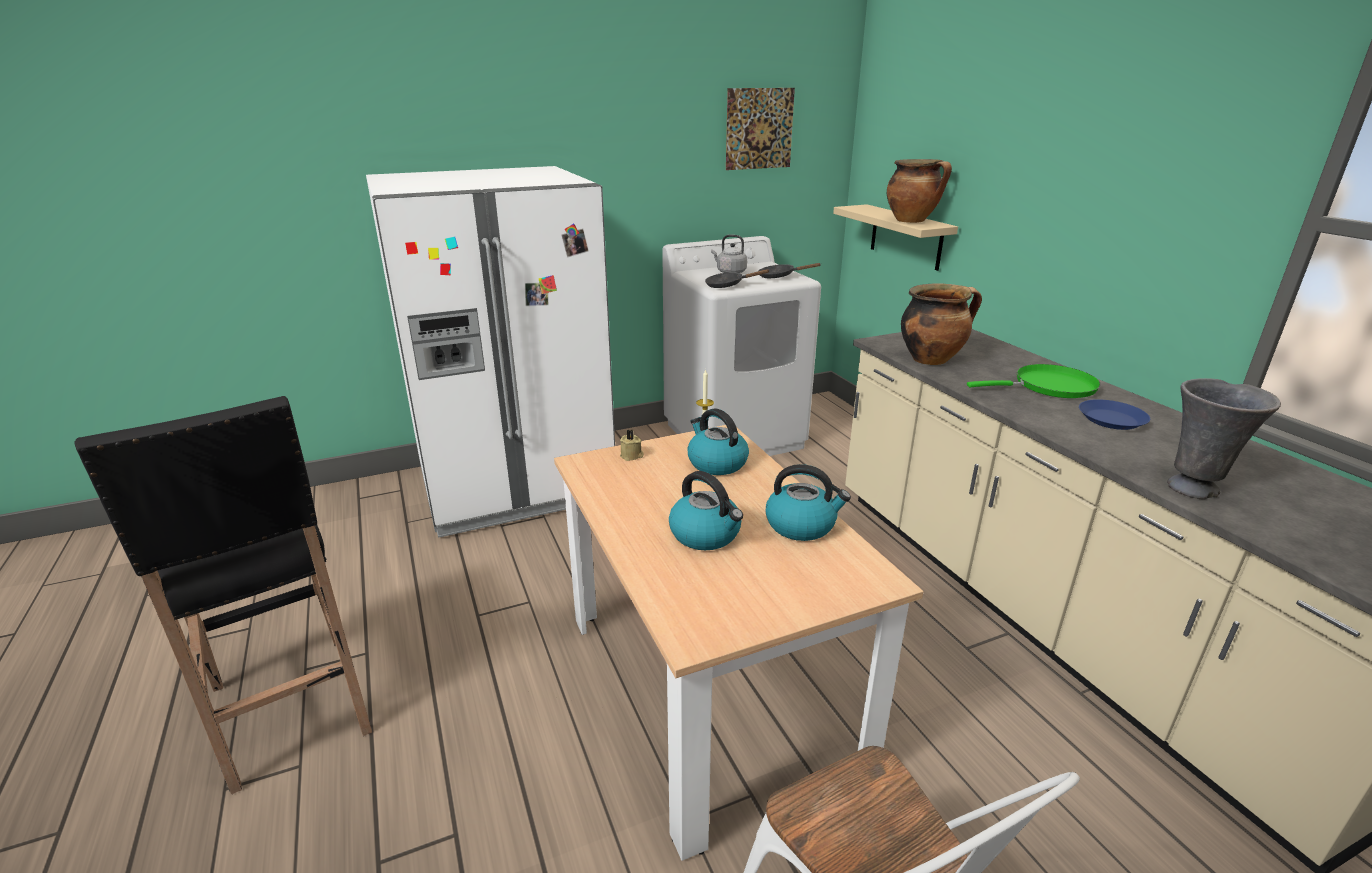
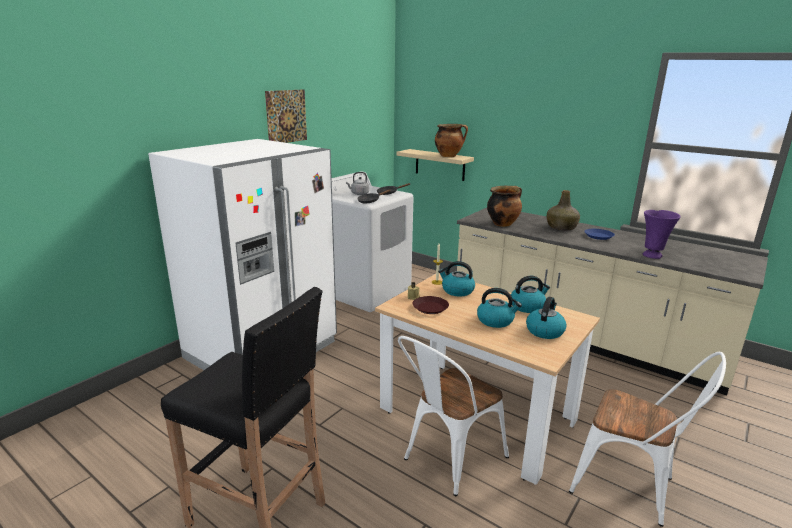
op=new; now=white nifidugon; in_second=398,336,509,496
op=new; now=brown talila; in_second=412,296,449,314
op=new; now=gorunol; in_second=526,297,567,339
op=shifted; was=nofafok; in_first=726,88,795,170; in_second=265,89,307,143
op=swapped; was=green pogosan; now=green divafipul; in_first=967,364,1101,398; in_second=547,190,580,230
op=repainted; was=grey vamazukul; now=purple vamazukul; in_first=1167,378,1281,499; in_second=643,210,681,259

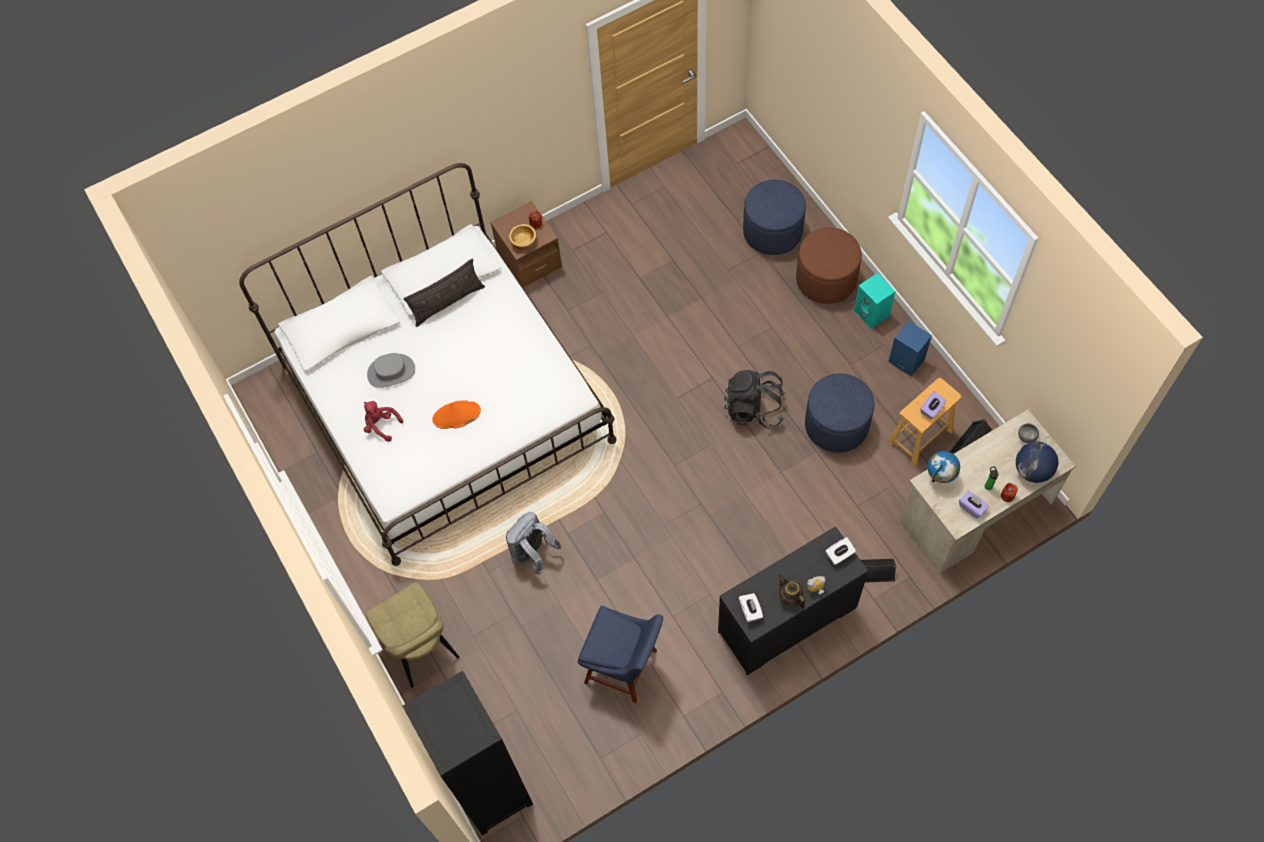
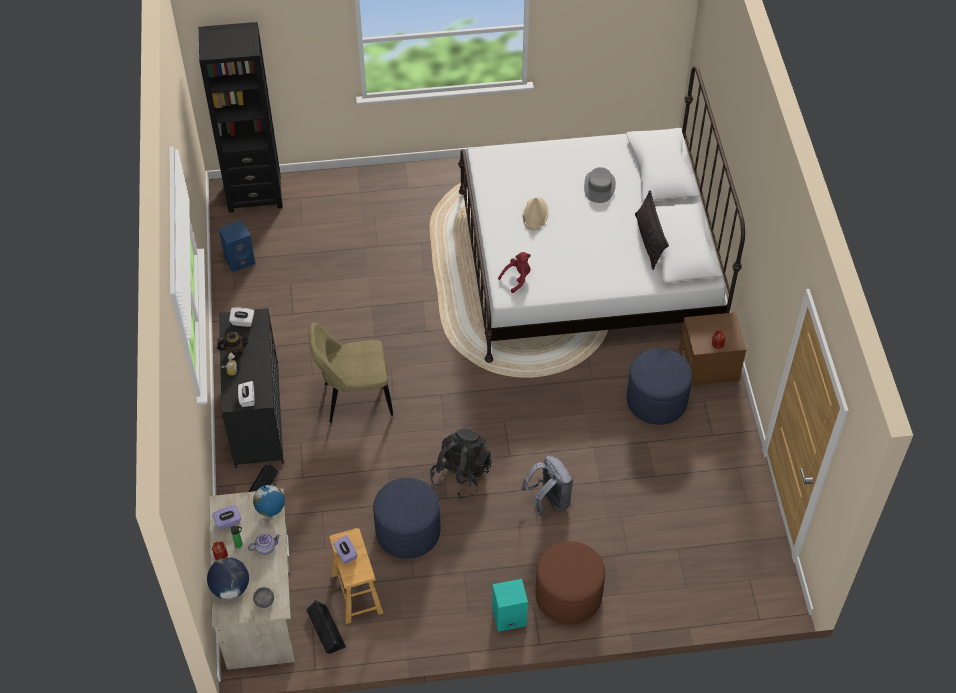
op=gone; was=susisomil; in_first=509,224,536,250
op=gone; was=blue nifidugon; in_first=577,606,663,703
op=new; now=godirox; in_second=248,534,281,555
op=shifted; was=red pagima; in_first=364,401,403,442; in_second=498,252,531,293
op=shifted; was=beige nifidugon; in_first=366,582,459,688; in_second=309,323,393,423
op=shifted; was=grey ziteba; in_first=506,512,562,575; in_second=521,455,573,516
op=shifted; was=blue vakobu; in_first=743,180,806,255; in_second=627,348,693,425
op=shifted; was=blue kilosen; in_first=888,321,932,376; in_second=219,220,256,273
op=repainted; was=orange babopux; now=beige babopux; in_first=432,400,481,429; in_second=522,197,548,230

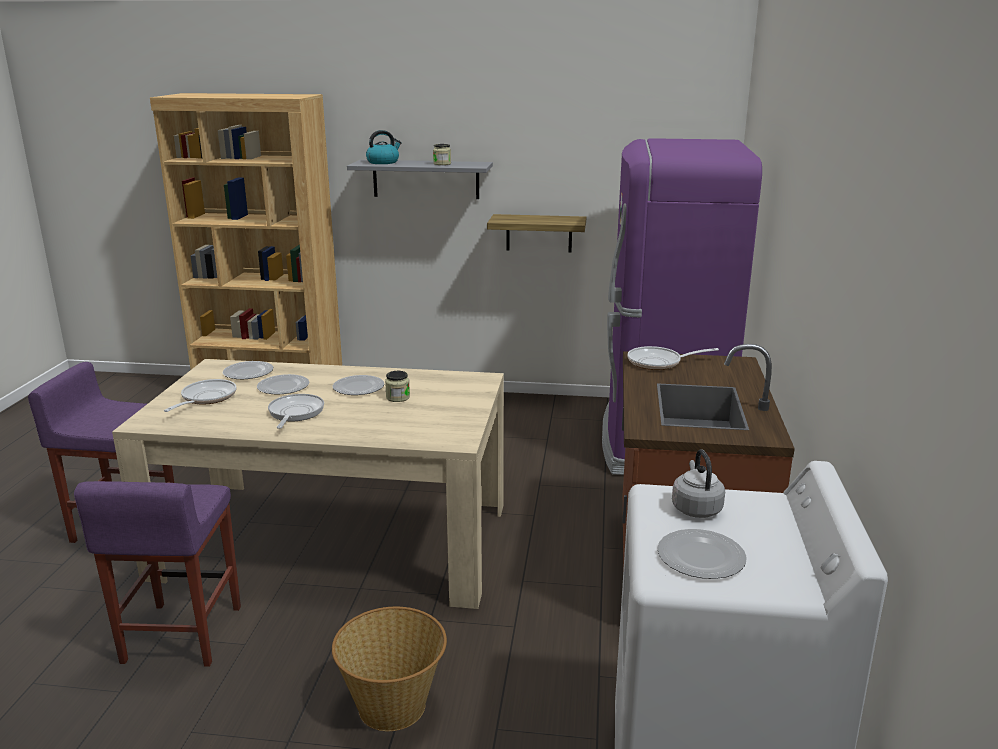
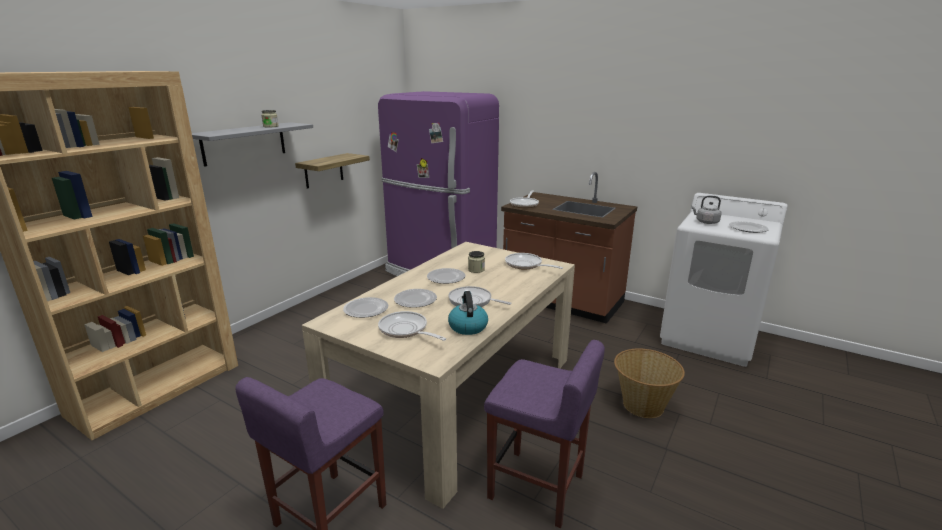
op=new; now=pogosan; in_second=505,253,563,269
op=shifted; was=gorunol; in_first=366,130,402,164; in_second=448,291,488,335

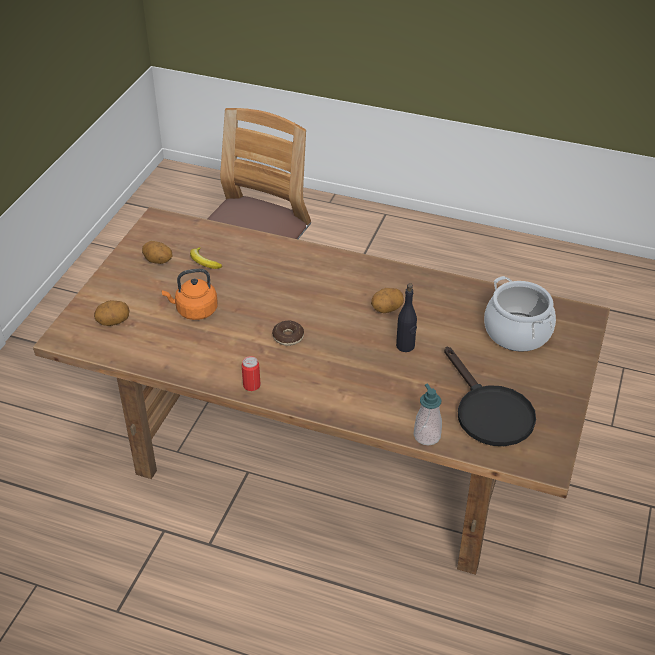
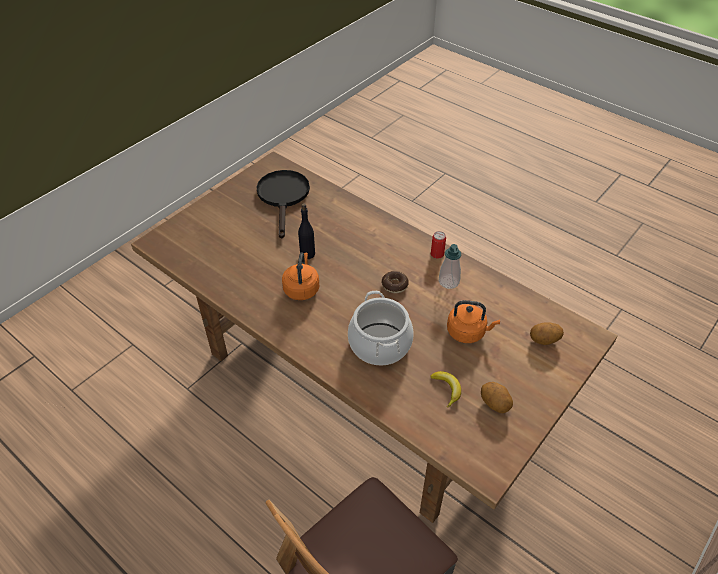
op=shifted; was=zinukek; in_first=414,384,442,445; in_second=439,244,461,289
op=shifted; was=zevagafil; in_first=484,276,556,352; in_second=348,291,414,366
op=swapped; was=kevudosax; now=orange gorunol; in_first=371,288,404,313; in_second=282,252,320,300

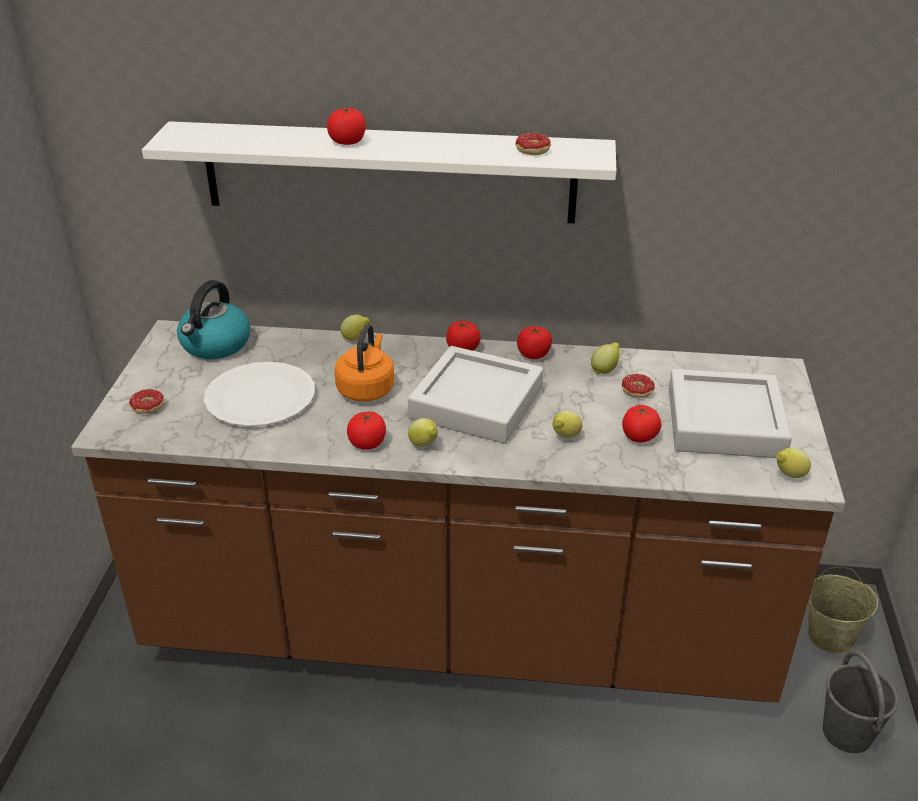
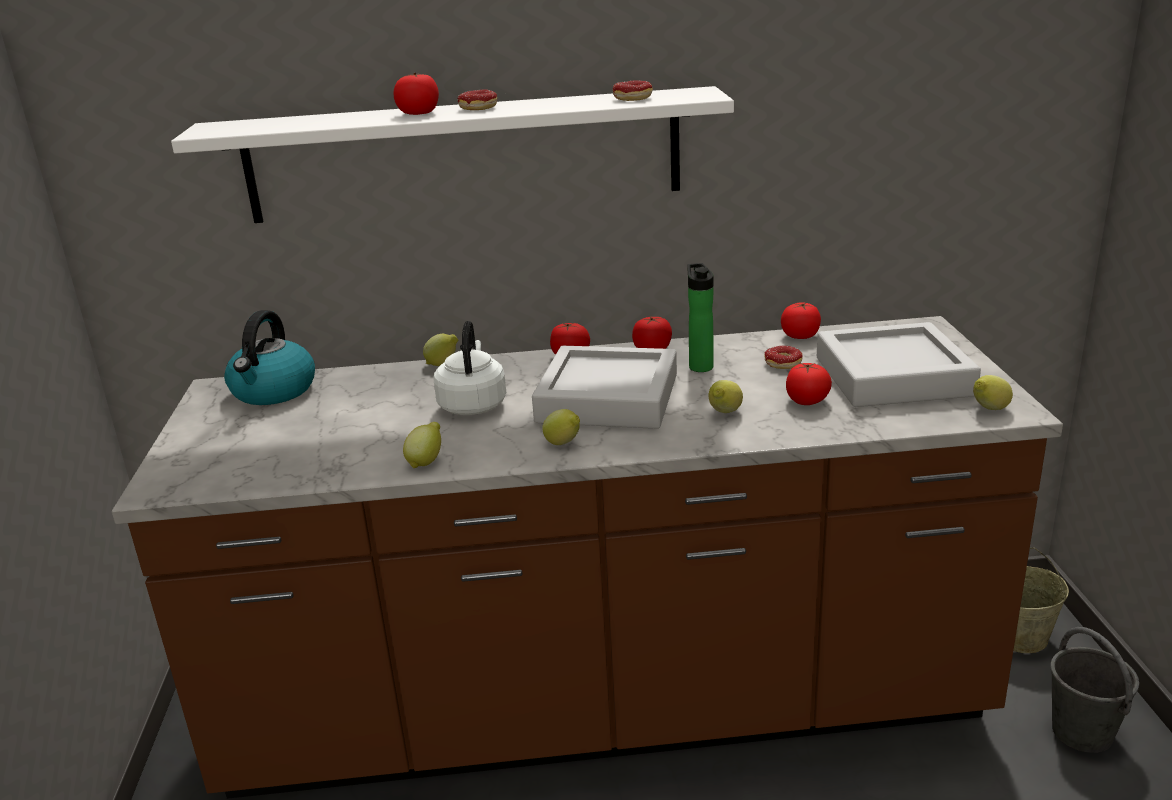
op=gone; was=white talila; in_first=204,362,315,427
op=new; now=divafipul; in_second=687,263,714,372
op=shifted; was=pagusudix; in_first=129,389,164,414; in_second=457,89,497,110
op=shifted; was=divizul; in_first=347,411,386,450; in_second=781,302,821,339
op=shifted; was=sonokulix; in_first=591,343,620,375; in_second=403,422,441,468
op=repainted; was=orange gorunol; now=white gorunol; in_first=334,324,394,402; in_second=433,321,506,415

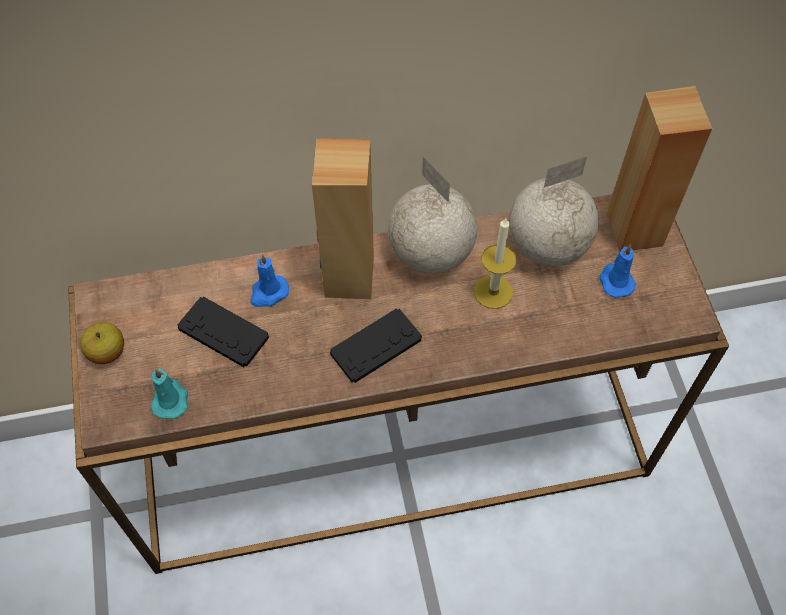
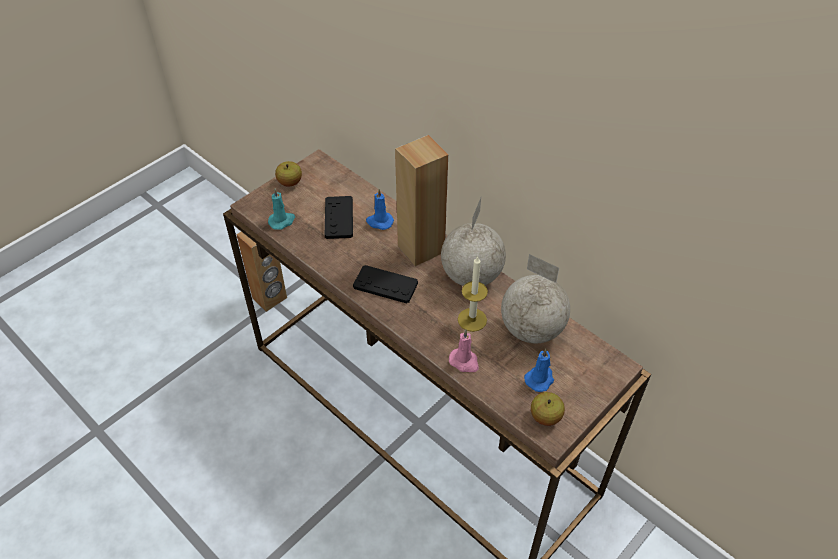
op=new; now=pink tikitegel; in_second=449,330,479,372
op=new; now=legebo; in_second=531,392,565,426
op=shifted; was=brown kilosen; in_first=607,86,712,252; in_second=236,232,287,312

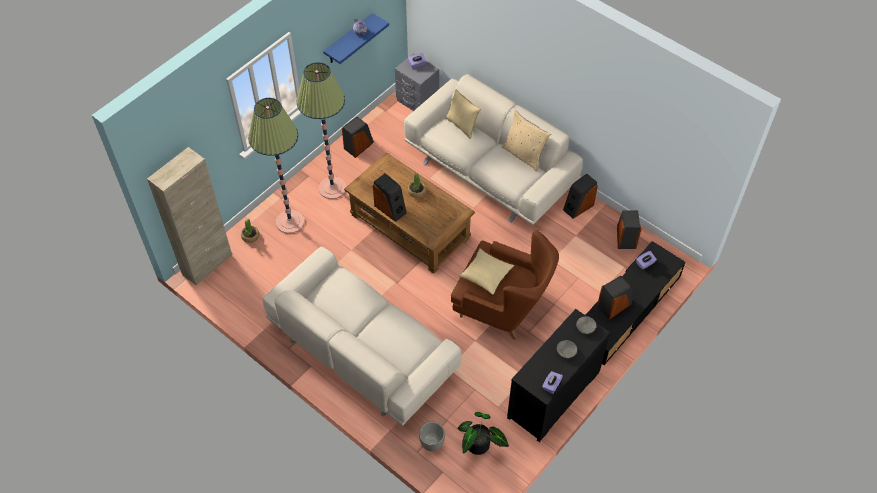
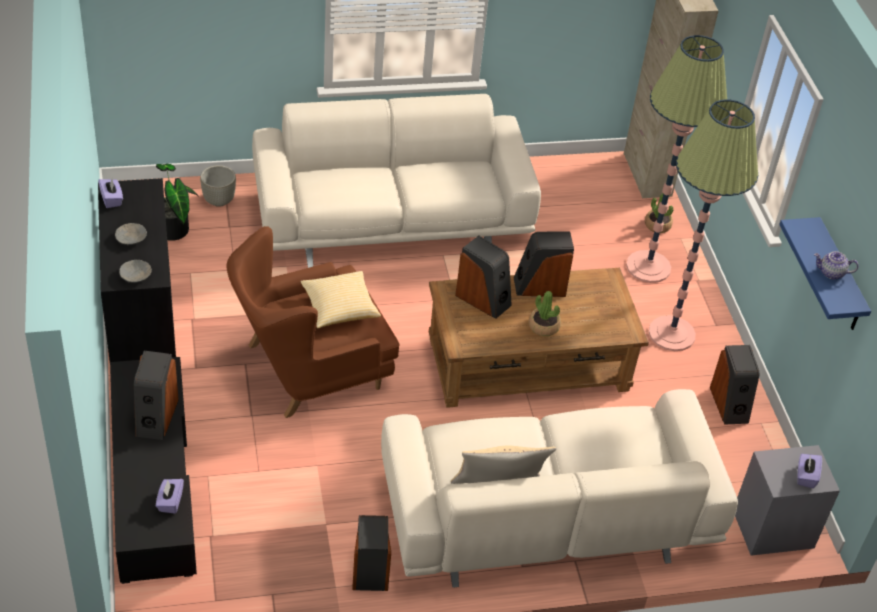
op=gone; was=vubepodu; in_first=446,89,481,139
op=shifted; was=kilosen; in_first=617,211,641,249; in_second=455,236,512,319

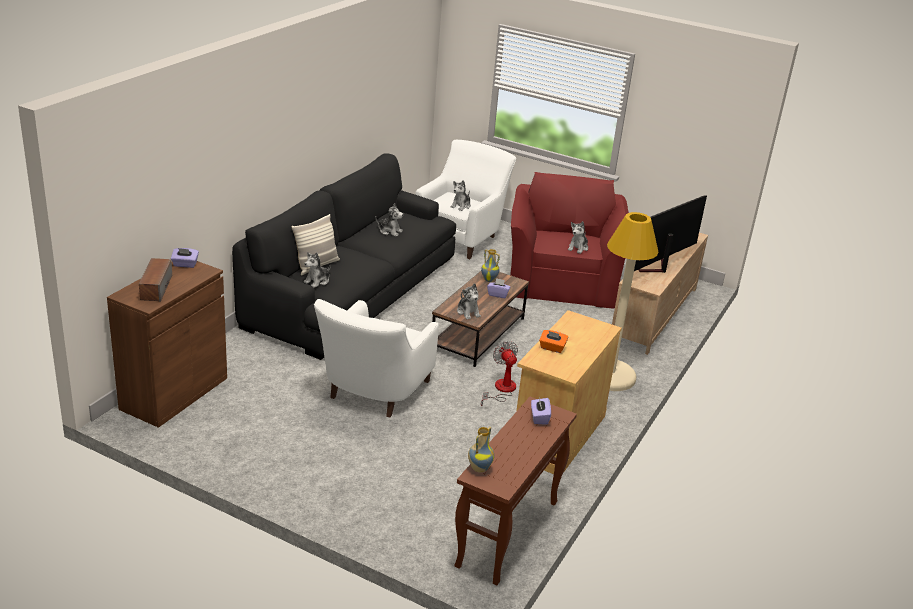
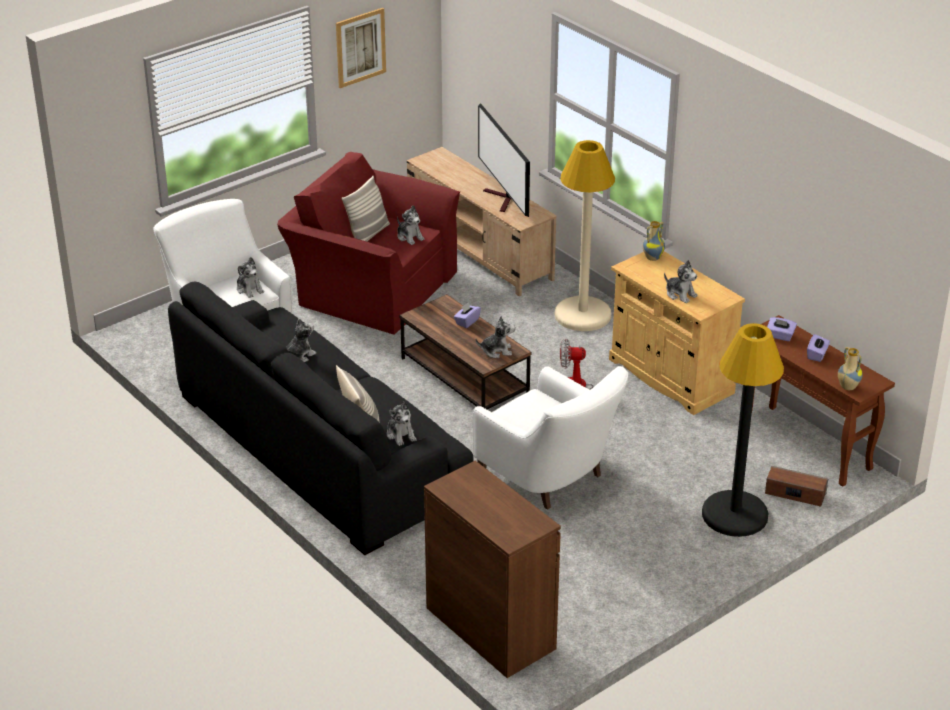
op=new; now=nofafok; in_second=336,8,386,88
op=new; now=vubepodu; in_second=341,176,390,242
op=new; now=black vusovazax; in_second=702,323,784,537
op=shifted; was=kilosen; in_first=139,258,172,302; in_second=765,466,828,507
op=shifted; was=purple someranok; in_first=171,248,199,268; in_second=807,334,830,362
op=shifted; was=vamazukul; in_first=481,249,500,282; in_second=643,221,665,261
op=swapped; was=orange someranok; now=pagima; in_first=539,330,568,353; in_second=664,260,698,303

